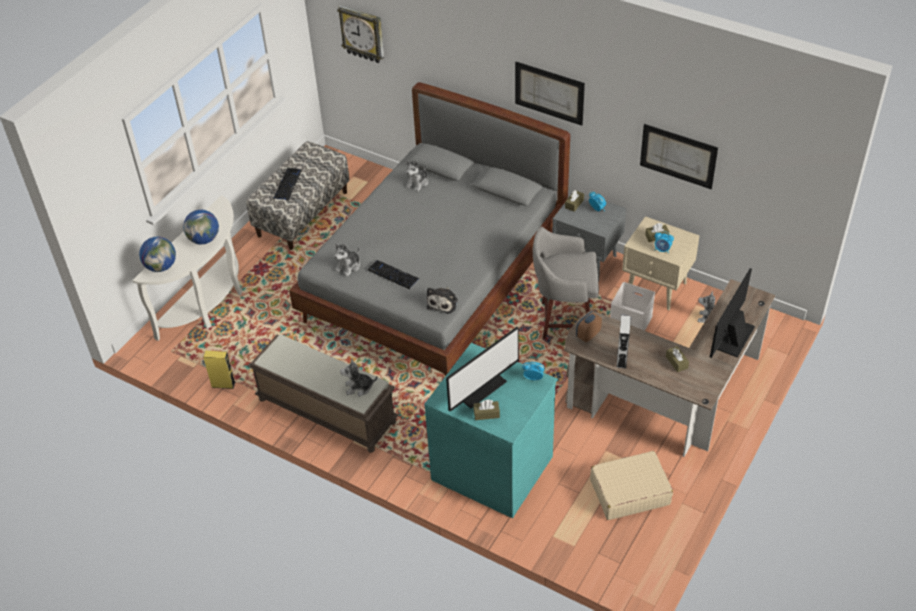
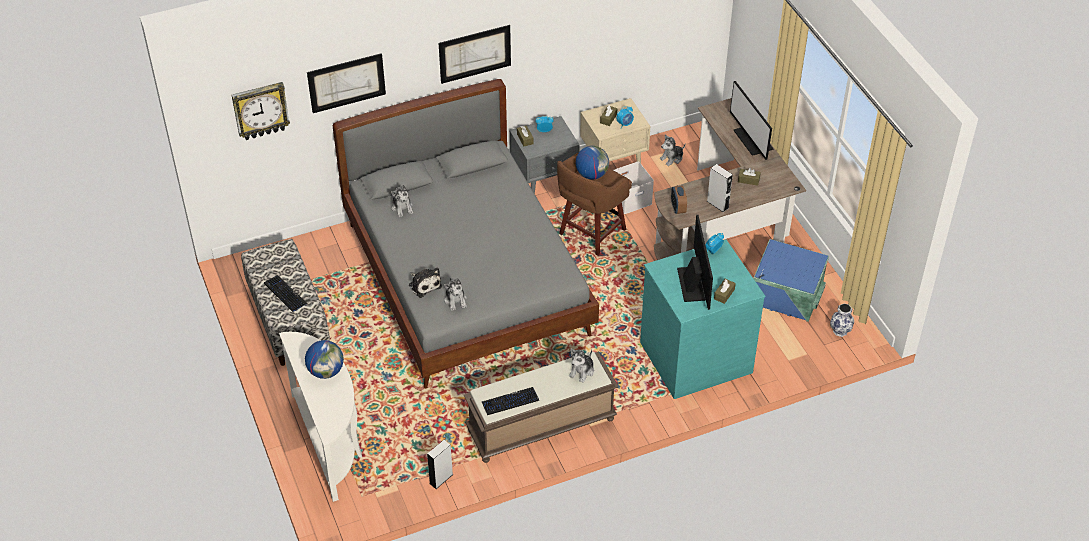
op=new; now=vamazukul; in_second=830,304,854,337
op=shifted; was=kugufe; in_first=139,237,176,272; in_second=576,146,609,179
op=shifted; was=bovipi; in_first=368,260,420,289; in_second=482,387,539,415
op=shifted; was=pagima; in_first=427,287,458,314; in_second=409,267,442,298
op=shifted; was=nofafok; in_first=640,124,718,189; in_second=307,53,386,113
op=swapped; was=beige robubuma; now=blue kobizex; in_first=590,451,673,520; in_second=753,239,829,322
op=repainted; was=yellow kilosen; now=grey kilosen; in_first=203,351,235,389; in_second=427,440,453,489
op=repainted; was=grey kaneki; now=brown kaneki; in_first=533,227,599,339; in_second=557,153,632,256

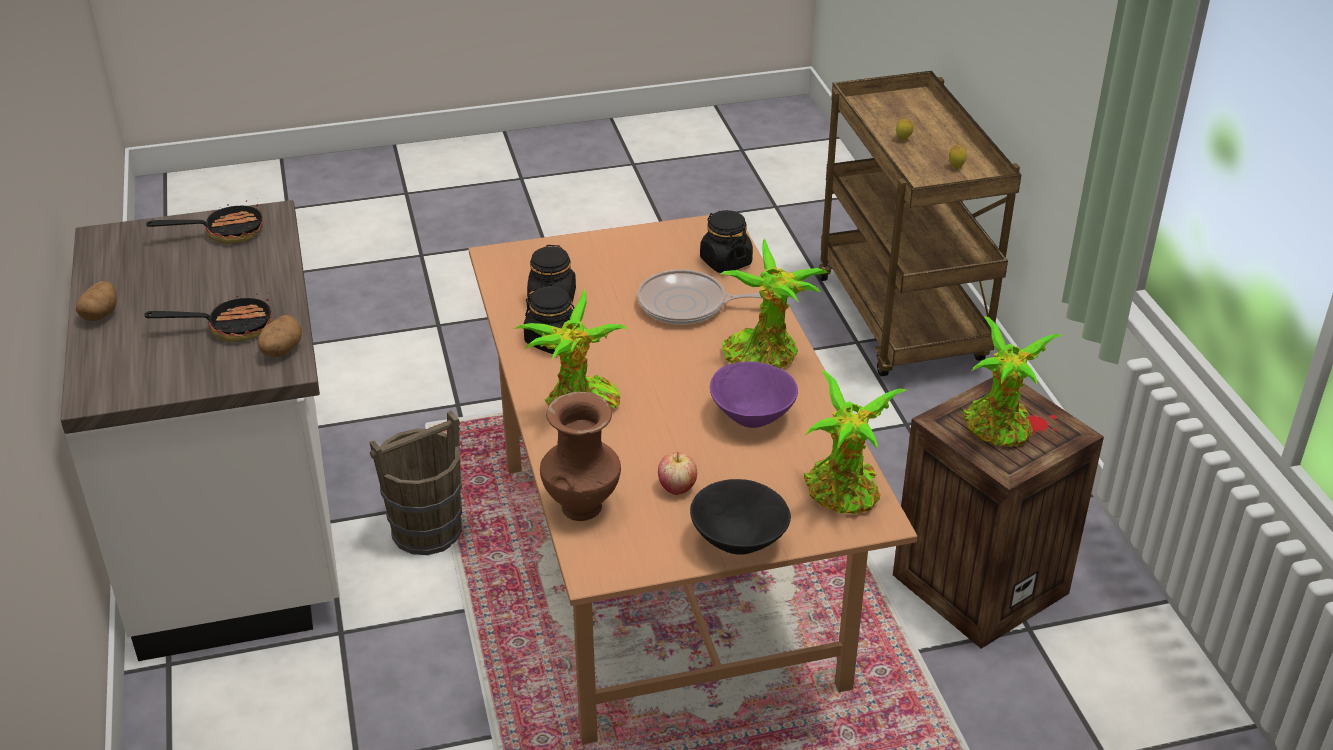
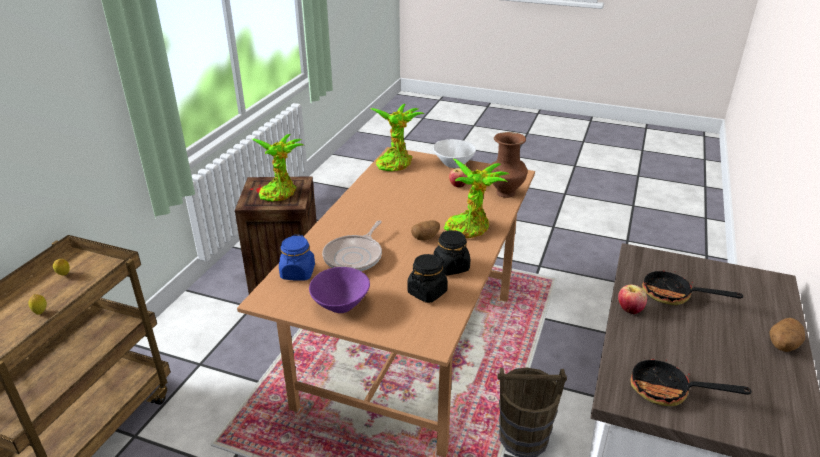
op=gone; was=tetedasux; in_first=721,239,829,369
op=new; now=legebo; in_second=618,285,647,314
op=shifted; was=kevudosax; in_first=258,315,302,357; in_second=411,220,440,241
op=shifted; was=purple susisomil; in_first=710,361,798,428; in_second=309,267,370,313
op=repainted; was=black susisomil; now=white susisomil; in_first=690,479,791,555; in_second=433,139,476,168
op=repainted; was=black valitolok; now=blue valitolok; in_first=700,210,753,273; in_second=279,235,315,281
op=rotated; was=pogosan; in_first=637,269,763,325; in_second=322,221,382,271; clockwise=75

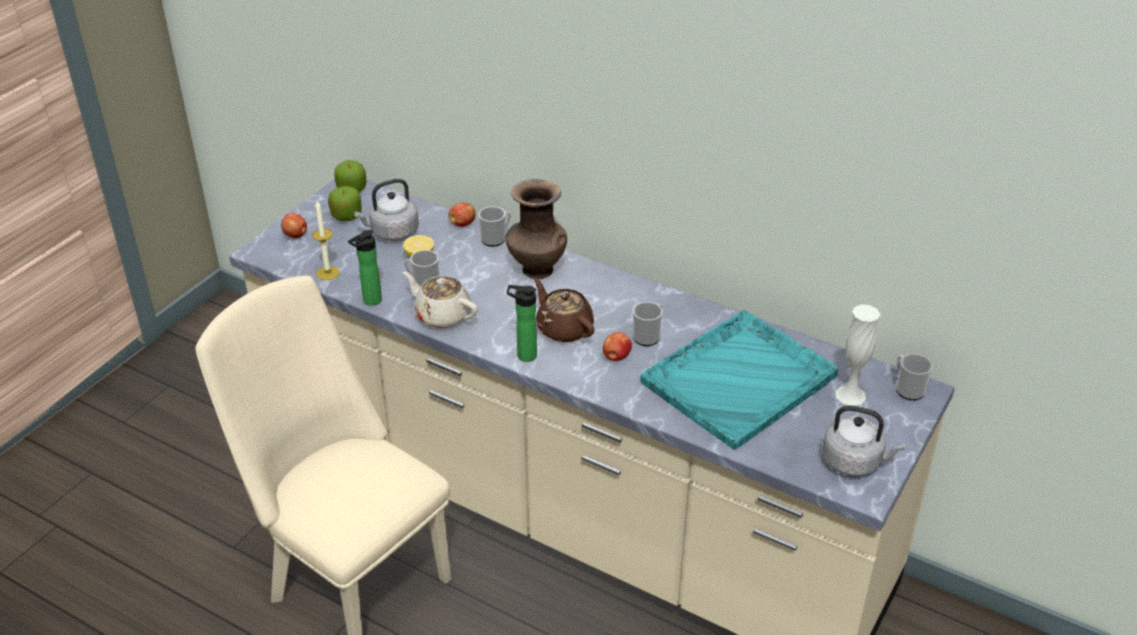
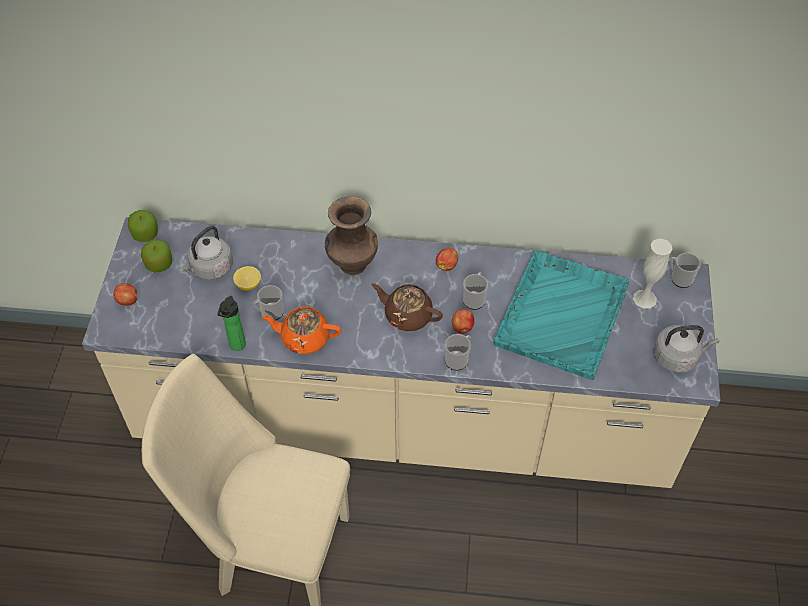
op=gone; was=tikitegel; in_first=312,201,340,280
op=gone; was=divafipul; in_first=507,285,537,362
op=shifted; was=legebo; in_first=449,202,476,227; in_second=436,248,458,271
op=shifted; was=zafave; in_first=478,206,511,247; in_second=445,334,471,370
op=repainted; was=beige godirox; now=orange godirox; in_first=403,272,478,328; in_second=261,307,341,354

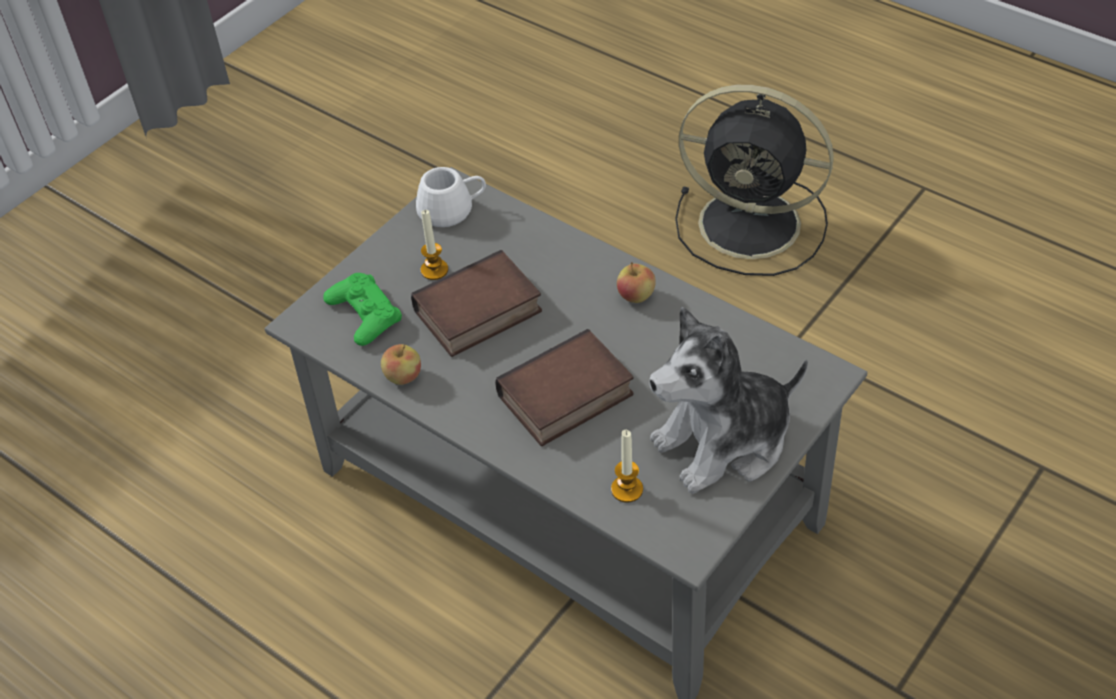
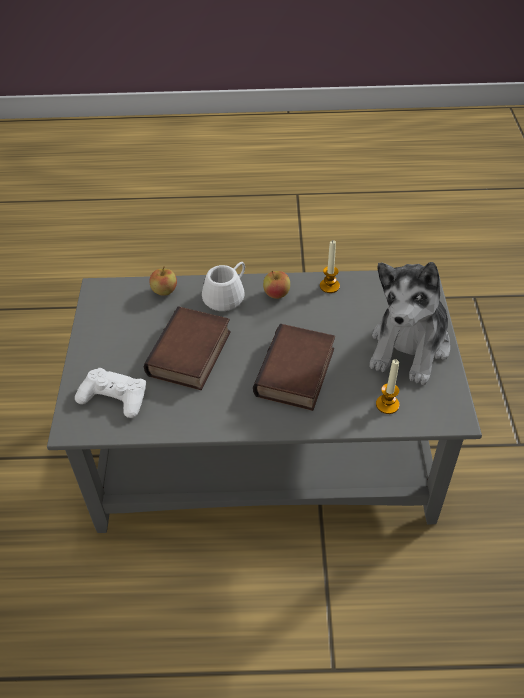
op=gone; was=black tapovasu; in_first=675,85,834,276
op=shifted; was=legebo; in_first=381,344,421,385; in_second=149,266,177,296
op=shifted; was=white zafave; in_first=416,167,486,227; in_second=202,262,245,311
op=shifted; was=tikitegel; in_first=420,210,448,280; in_second=320,240,340,293
op=repainted; was=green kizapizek; now=white kizapizek; in_first=323,273,402,346; in_second=75,368,146,418

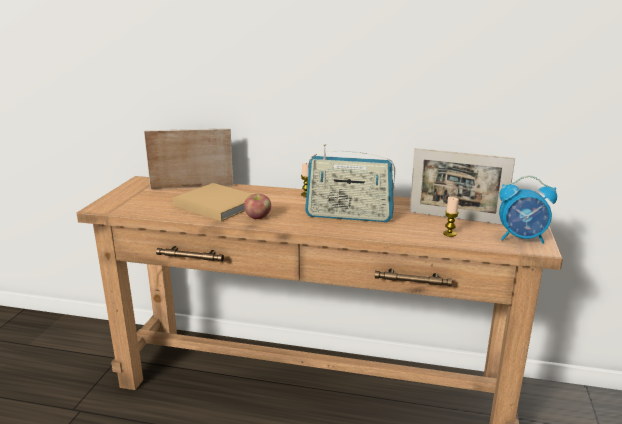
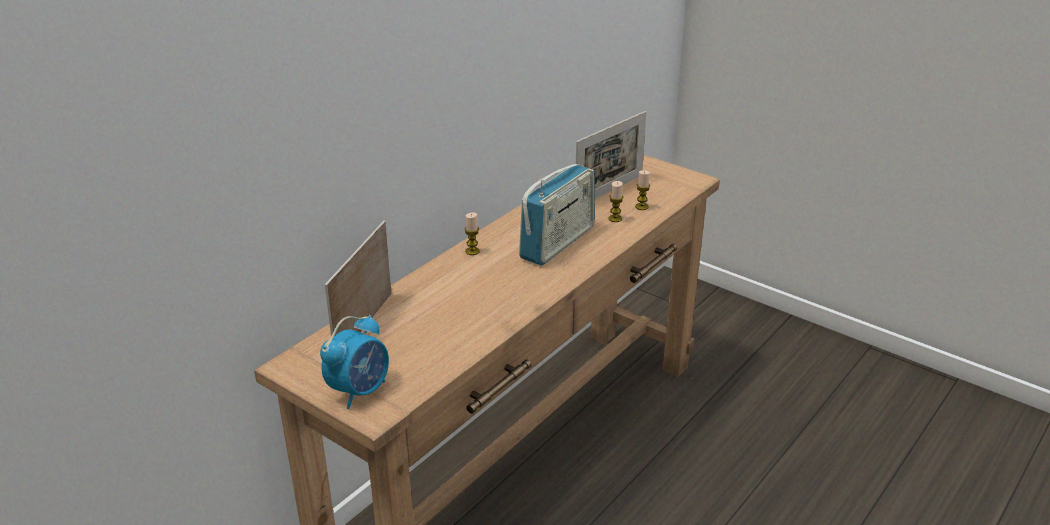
op=gone; was=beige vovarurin; in_first=173,183,252,221
op=gone; was=legebo; in_first=244,194,271,219
op=new; now=tikitegel; in_second=608,181,623,222
op=shifted; was=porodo; in_first=499,176,557,244; in_second=320,315,389,409

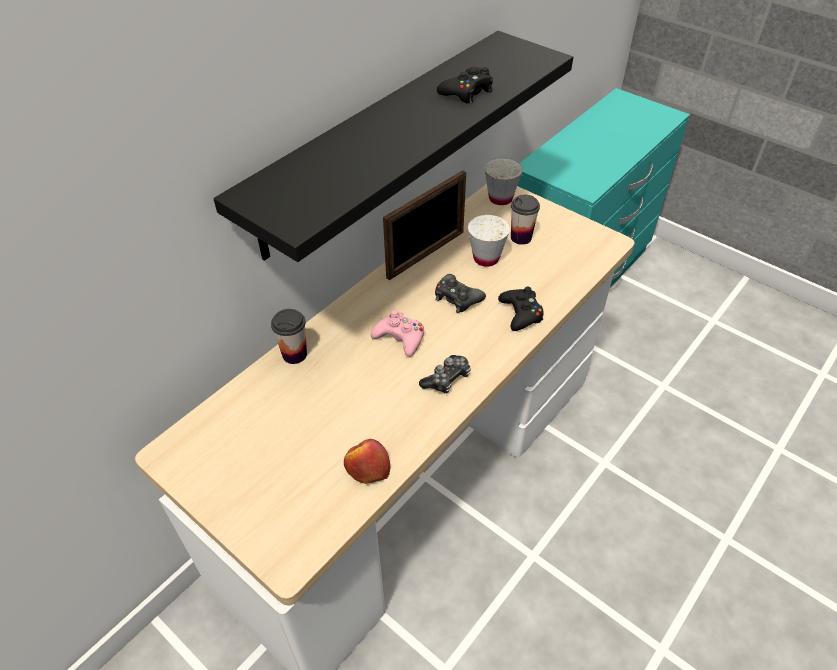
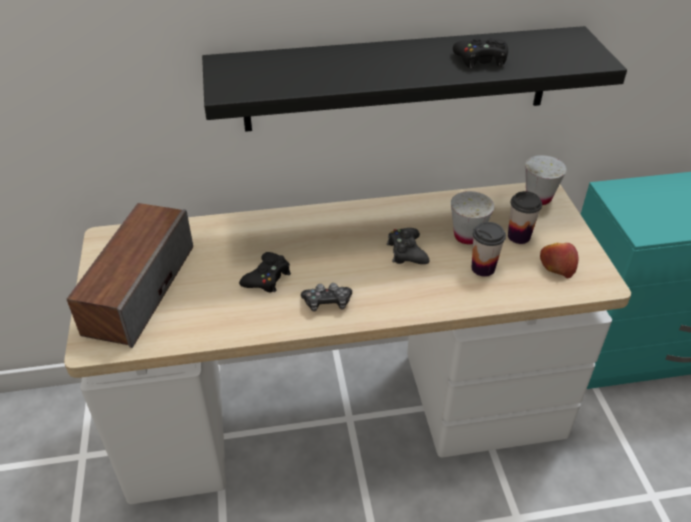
op=gone; was=pink kizapizek; in_first=371,310,424,357
op=gone; was=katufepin; in_first=383,170,466,280
op=new; now=kilosen; in_second=67,203,193,348
op=shifted; was=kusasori; in_first=271,309,307,364; in_second=472,222,506,277
op=shifted; was=legebo; in_first=344,439,390,484; in_second=540,243,578,279
op=shifted; was=black kizapizek; in_first=498,287,544,331; in_second=239,252,291,293

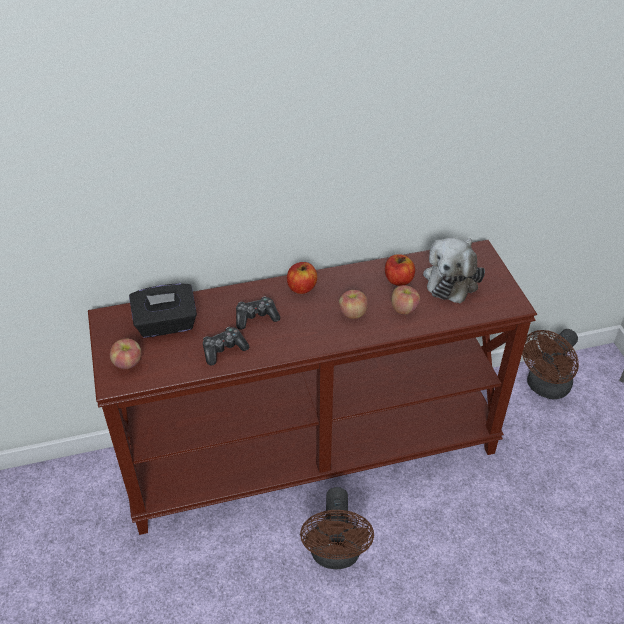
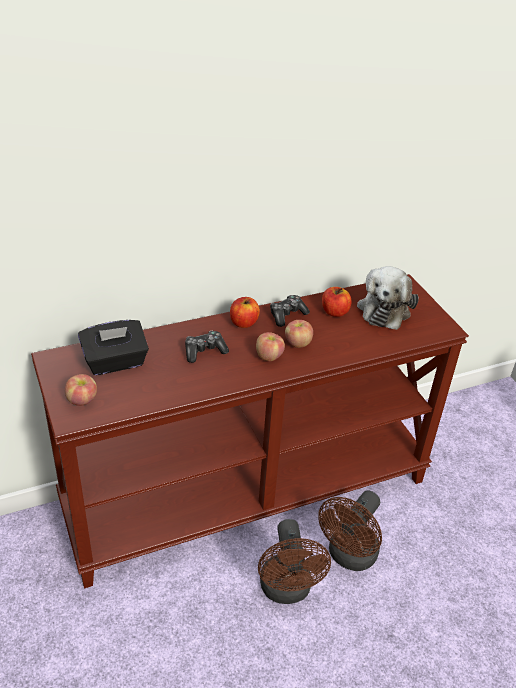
op=shifted; was=kizapizek; in_first=203,327,249,366; in_second=270,295,310,327
op=shifted; was=legebo; in_first=391,285,420,314; in_second=256,332,285,361
op=shifted; was=brown tapovasu; in_first=522,329,579,399; in_second=318,490,382,571

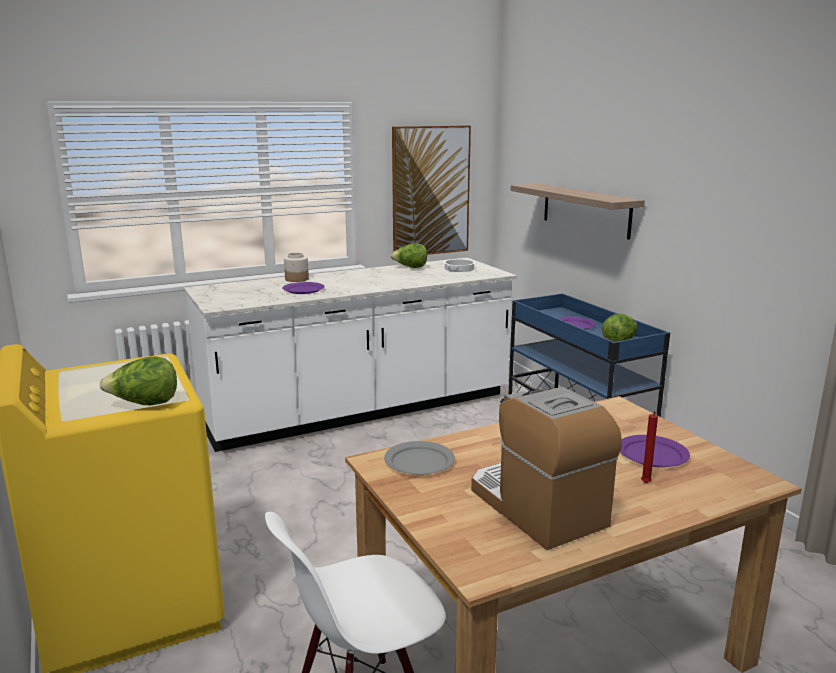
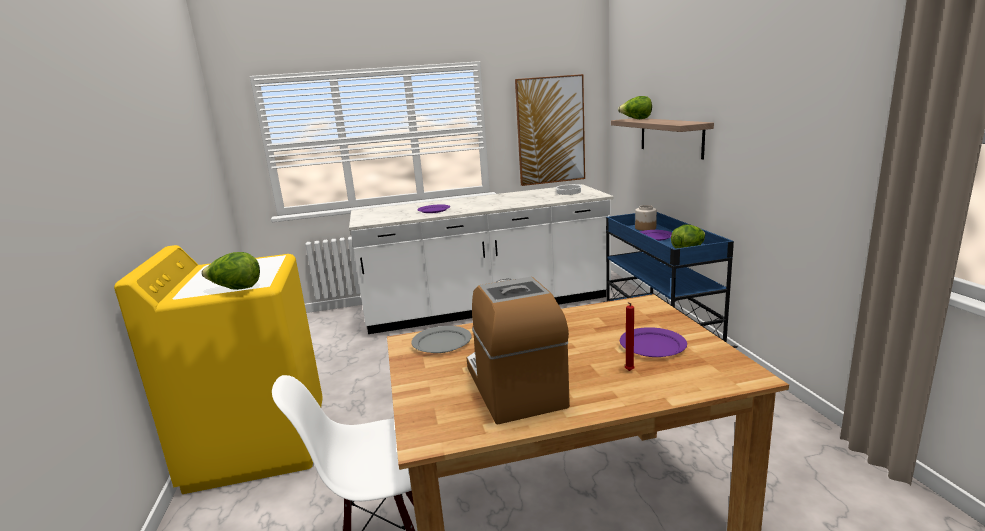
op=shifted; was=valitolok; in_first=284,253,309,282; in_second=635,205,657,231
op=shifted; was=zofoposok; in_first=390,243,427,268; in_second=618,96,652,119

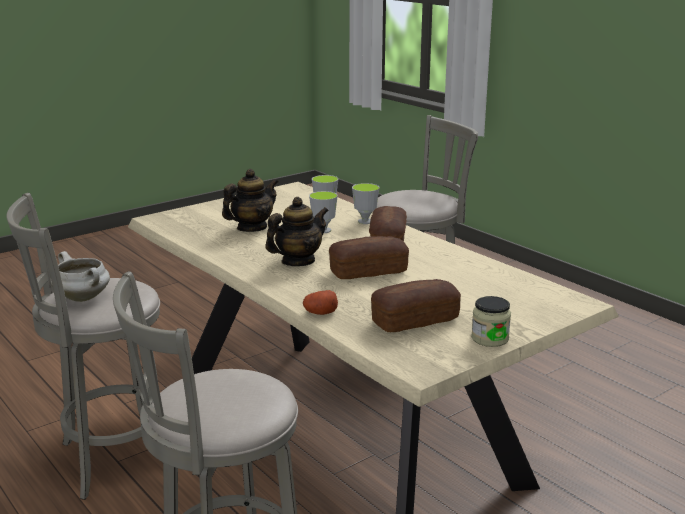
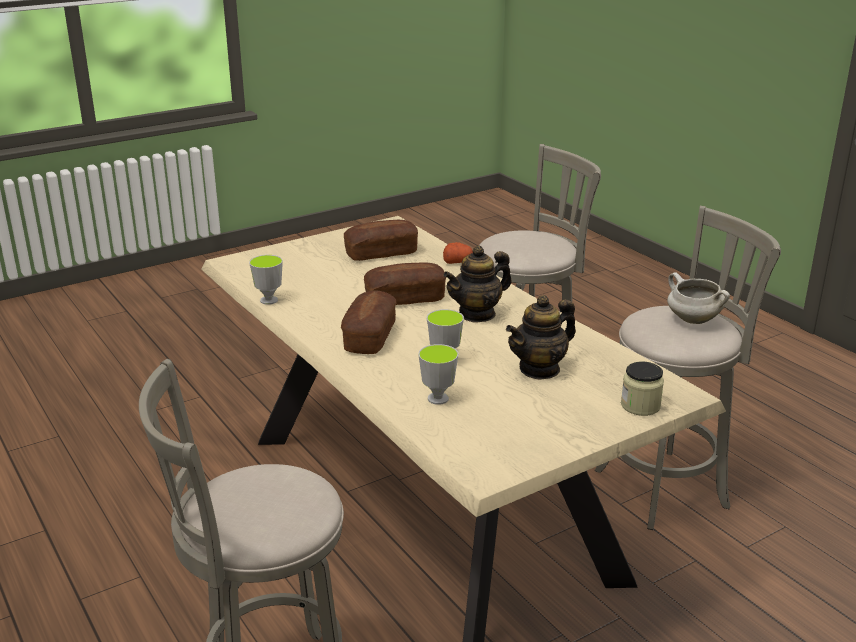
op=shifted; was=kusasori; in_first=352,183,380,224; in_second=249,255,283,305
op=shifted; was=valitolok; in_first=471,296,511,347; in_second=621,362,664,416

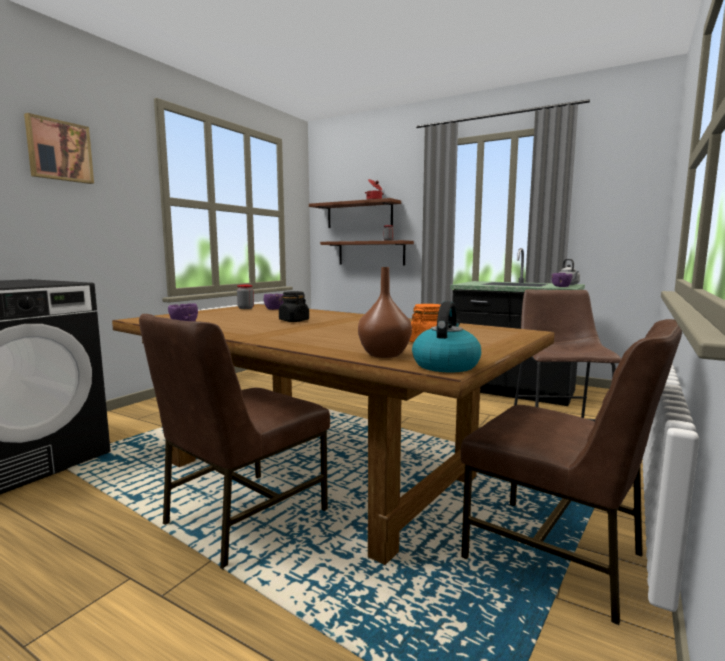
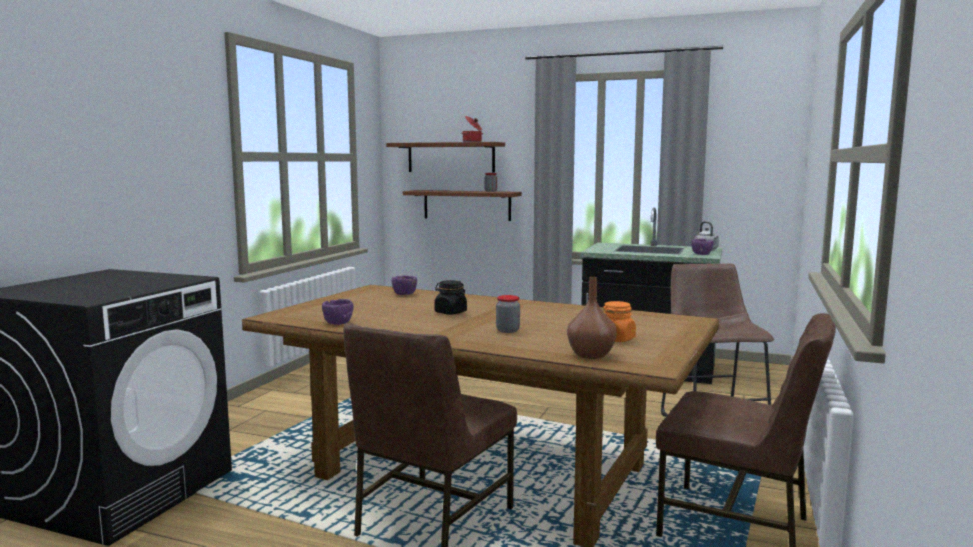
op=gone; was=nofafok; in_first=24,113,94,184
op=gone; was=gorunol; in_first=412,301,481,372
op=shifted; was=valitolok; in_first=237,285,254,309; in_second=496,295,520,333

